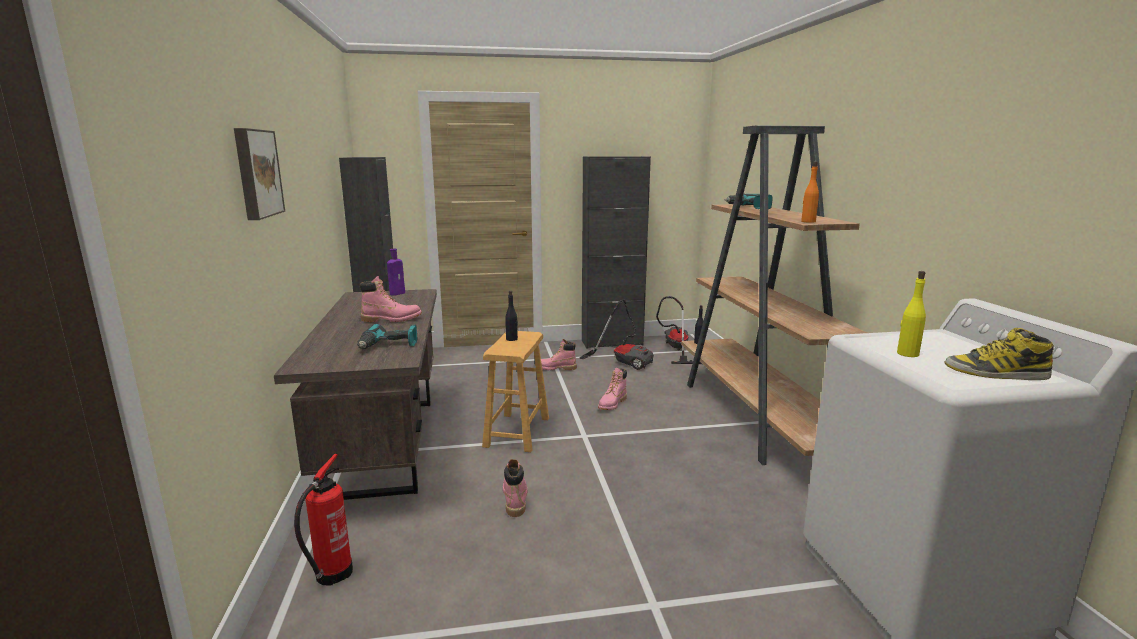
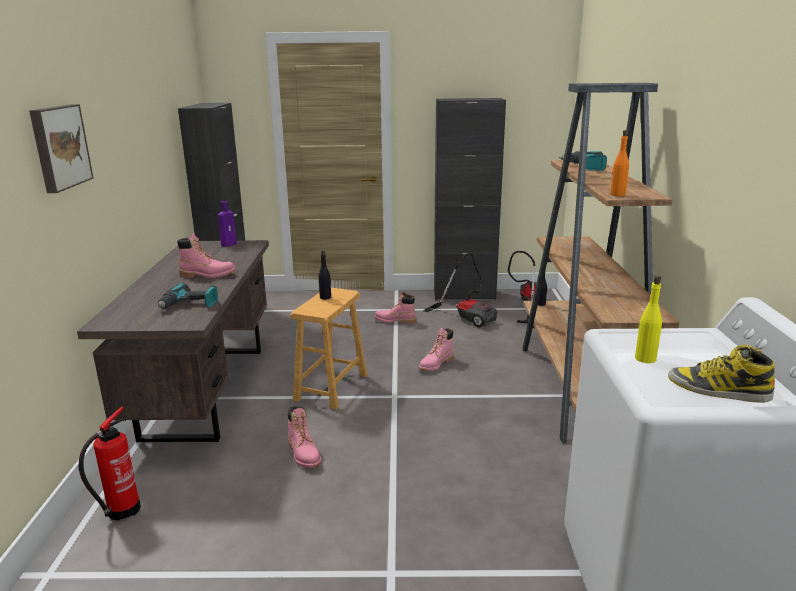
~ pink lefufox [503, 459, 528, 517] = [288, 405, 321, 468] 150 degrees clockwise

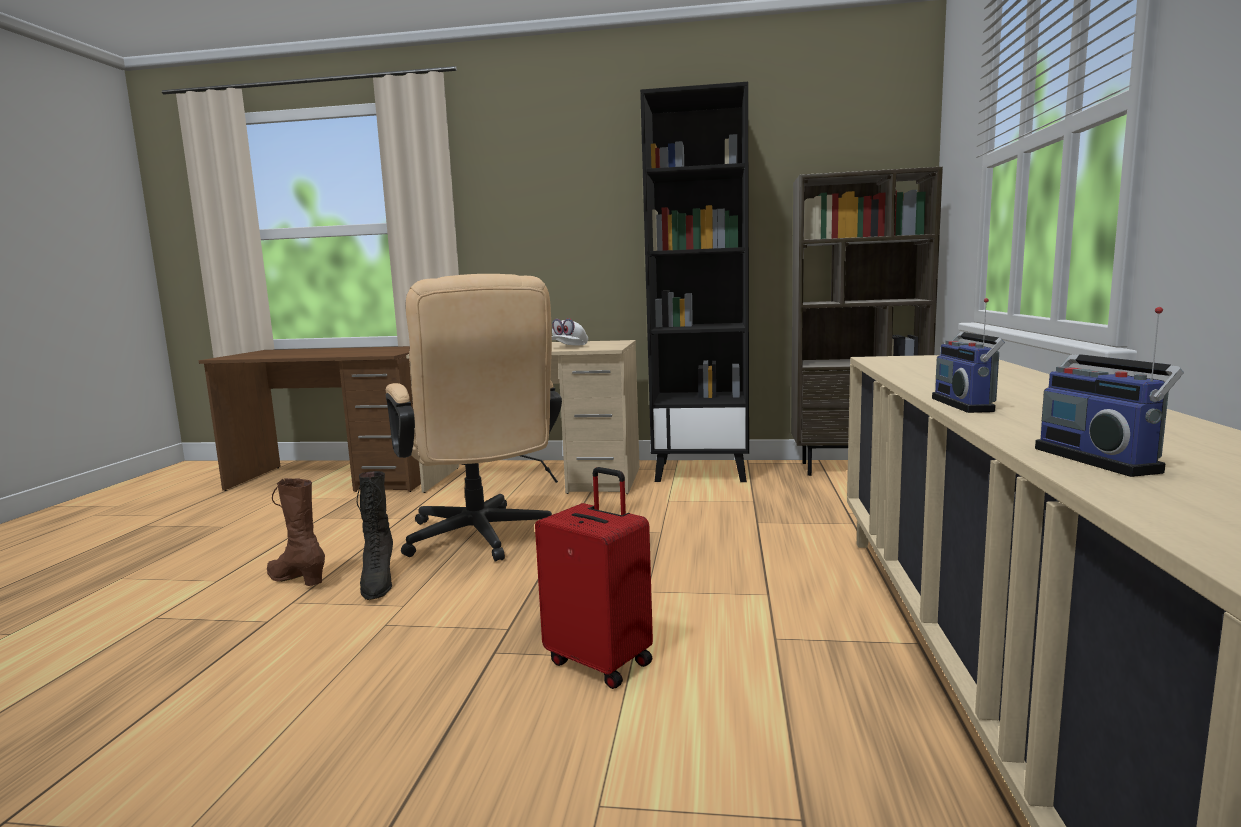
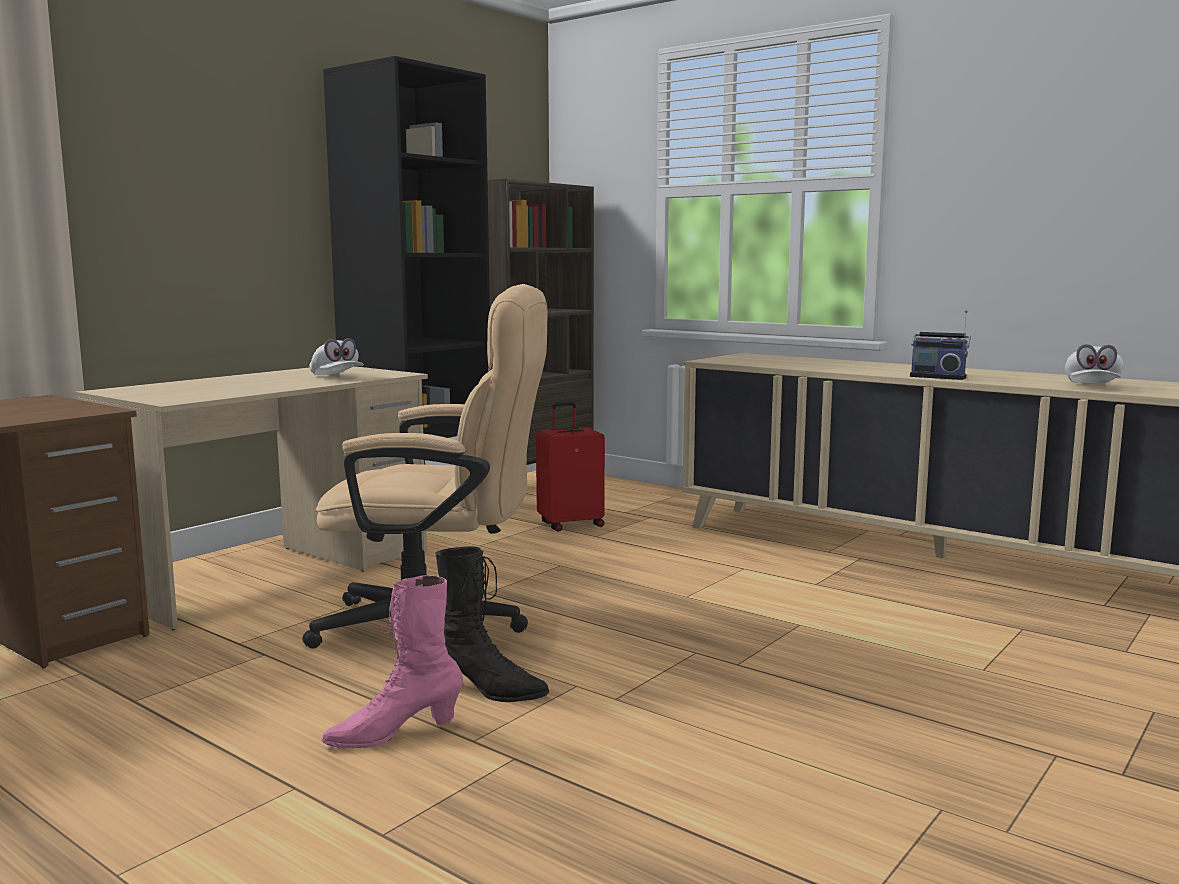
~ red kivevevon [535, 467, 653, 689] to [536, 402, 605, 531]
~ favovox [1035, 307, 1184, 477] to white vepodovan [1065, 344, 1123, 384]
~ brown lefufox [267, 478, 325, 586] to pink lefufox [321, 575, 463, 749]

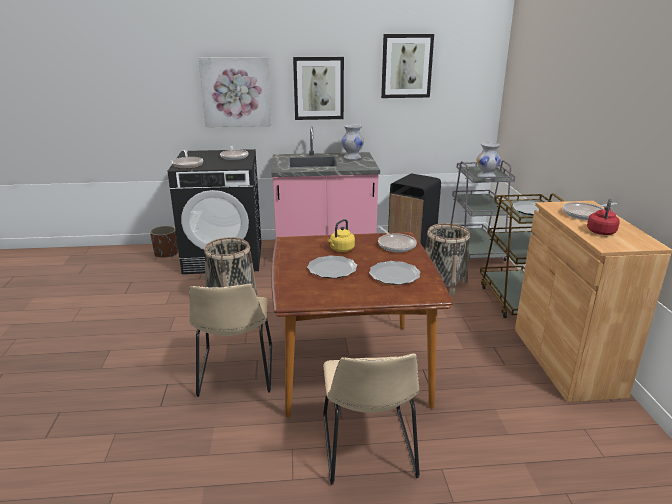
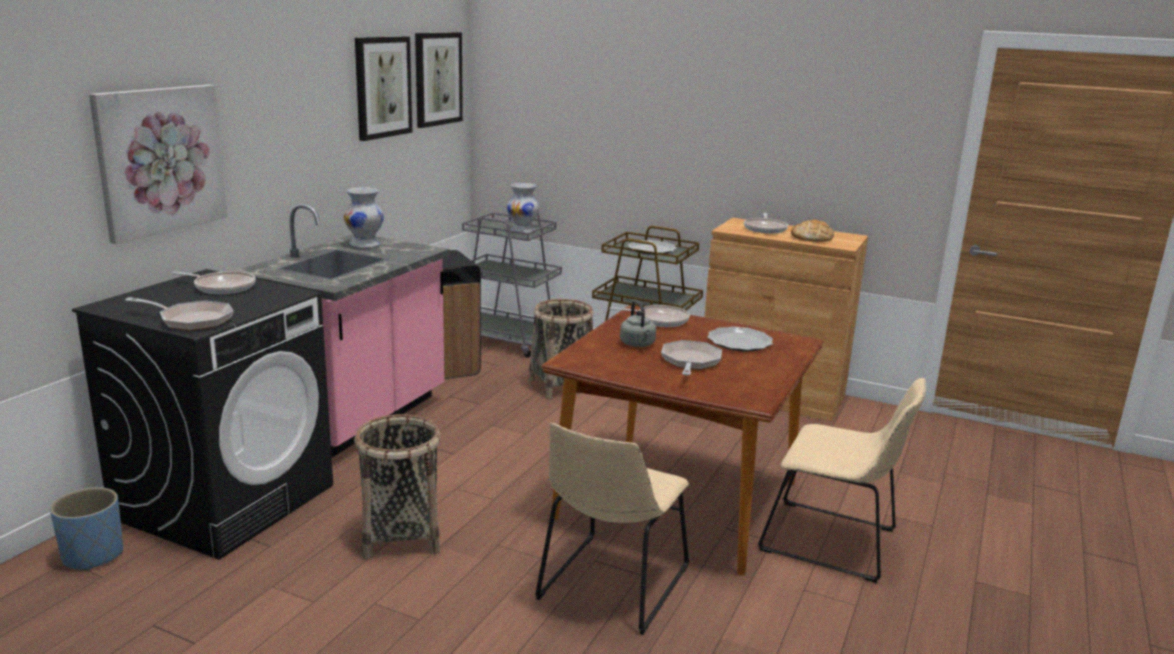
~ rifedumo [293, 57, 344, 120] to [415, 32, 463, 128]
~ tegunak [307, 255, 358, 278] to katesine [661, 340, 722, 375]
~ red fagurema [587, 198, 620, 235] to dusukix [791, 220, 834, 242]
~ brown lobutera [150, 226, 178, 258] to blue lobutera [50, 487, 123, 571]
~ yellow fagurema [327, 219, 355, 252] to grey fagurema [620, 300, 656, 347]
~ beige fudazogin [189, 283, 272, 397] = [535, 423, 689, 635] 90 degrees clockwise

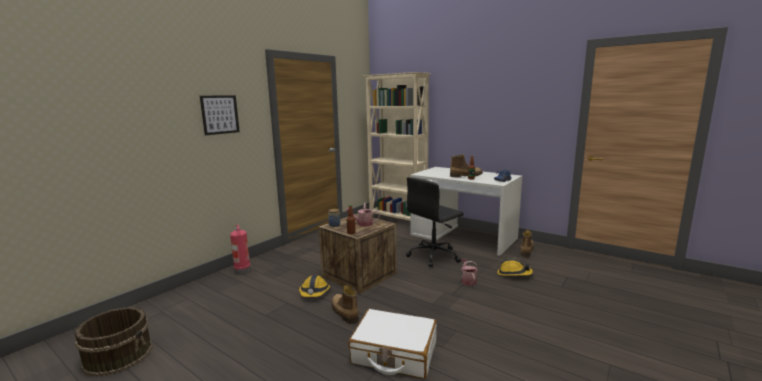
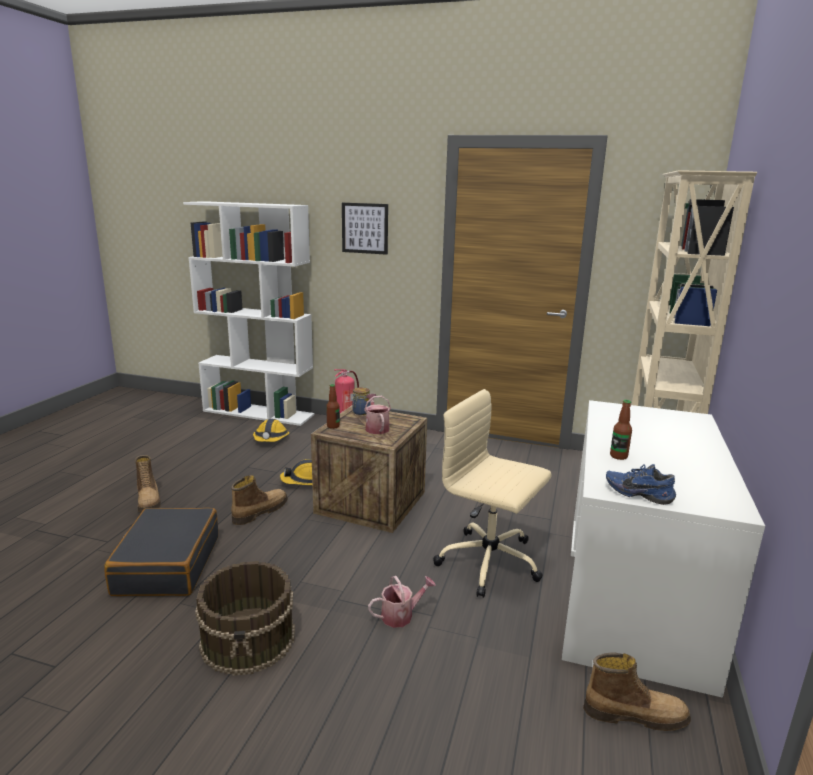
+ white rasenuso [183, 201, 315, 426]
~ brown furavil [75, 307, 152, 377] to [195, 561, 295, 676]
~ lefufox [450, 154, 483, 177] to [135, 455, 161, 512]
~ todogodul [498, 258, 533, 276] to [253, 419, 289, 442]
~ white kivevevon [349, 309, 437, 379] to black kivevevon [104, 508, 218, 596]
~ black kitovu [406, 177, 464, 267] to beige kitovu [433, 389, 551, 598]

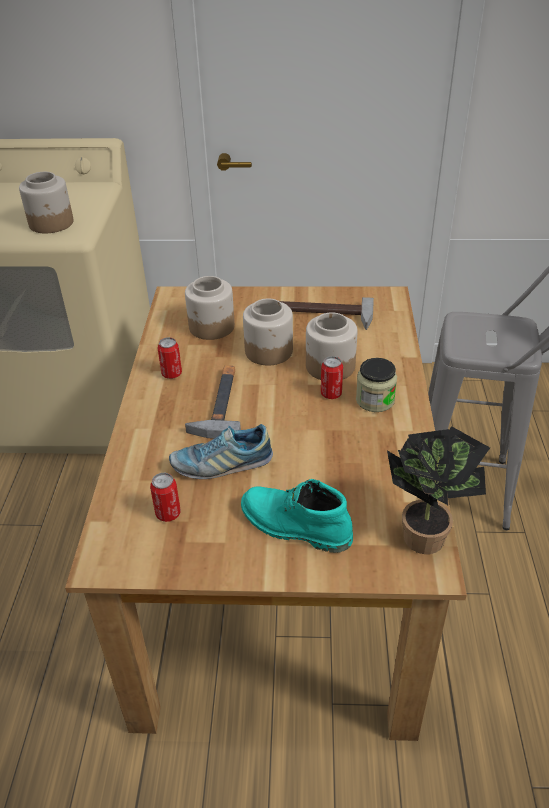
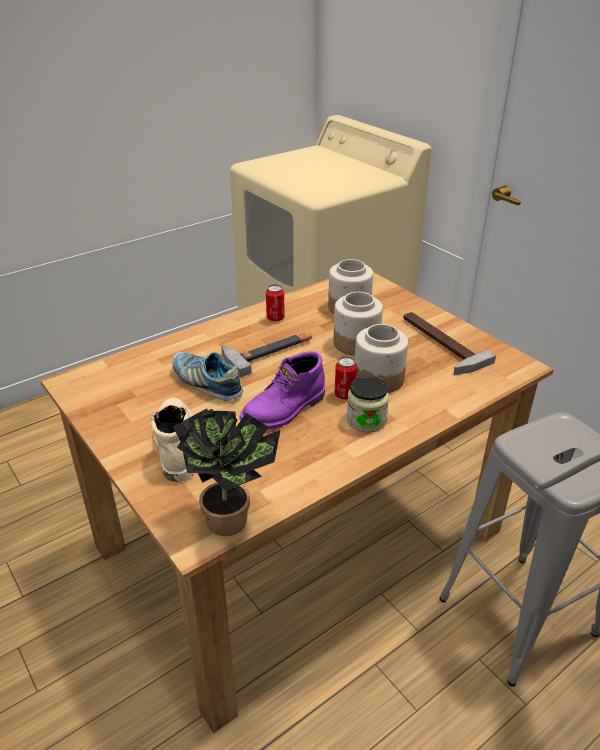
- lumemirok [19, 172, 73, 233]
- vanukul [150, 473, 181, 522]
+ purple lefufox [240, 351, 325, 430]
~ turquoise lefufox [241, 479, 353, 553] to beige lefufox [151, 398, 194, 482]

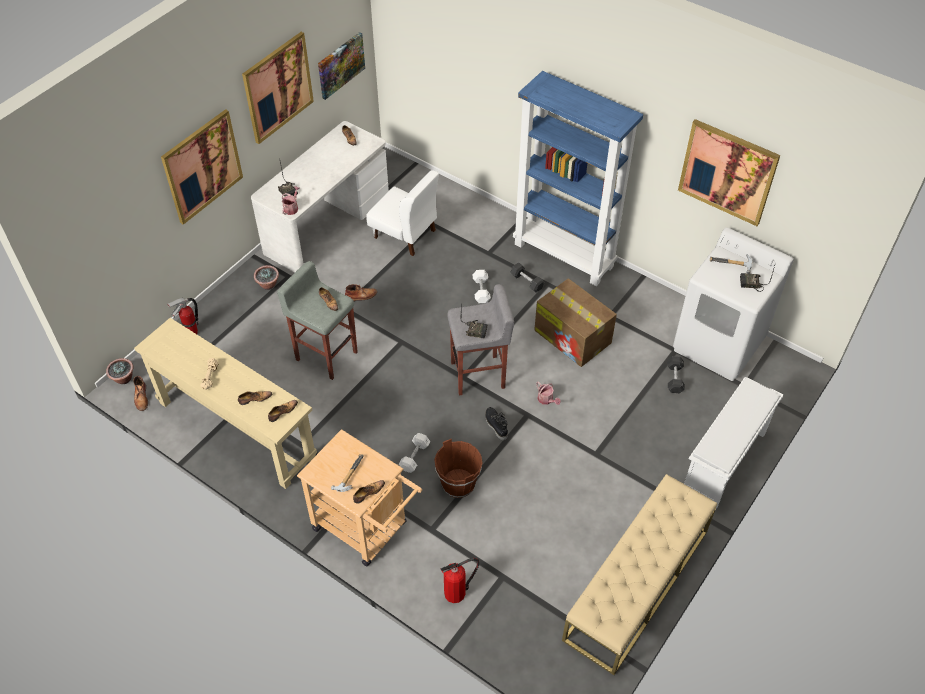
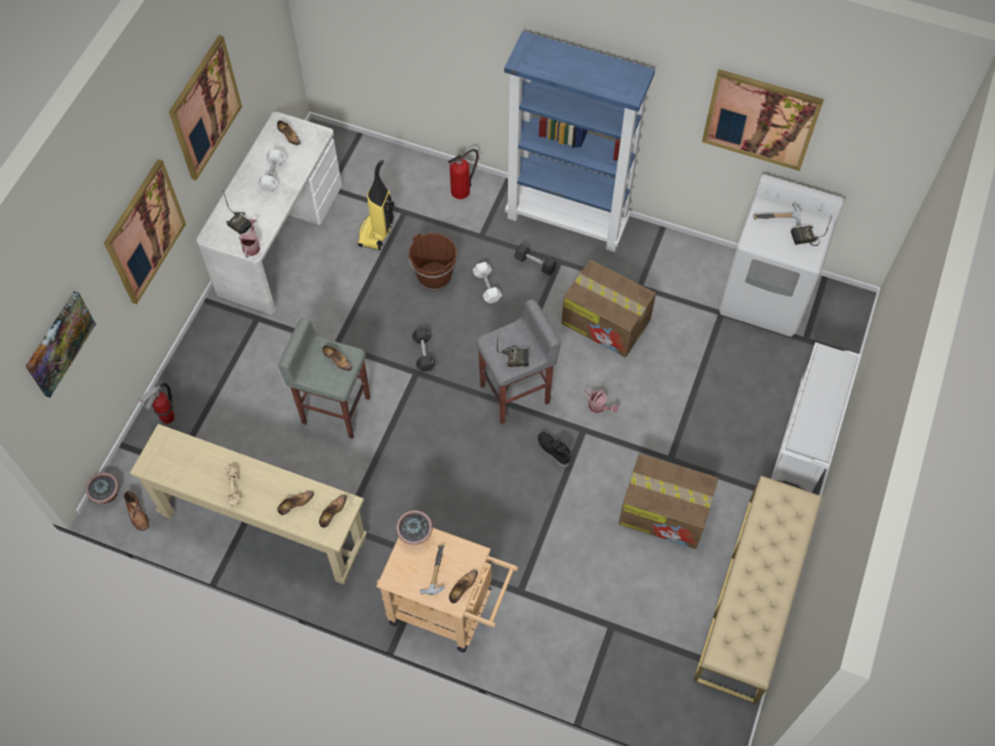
- brown lefufox [345, 284, 377, 301]
+ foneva [618, 453, 719, 549]
~ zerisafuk [254, 265, 279, 290] to [396, 510, 433, 545]
~ rifedumo [318, 32, 365, 100] to [25, 291, 96, 398]
~ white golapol [399, 433, 430, 473] to [258, 149, 286, 192]
~ brown furavil [435, 439, 482, 498] to [408, 232, 457, 291]
~ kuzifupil [441, 558, 479, 603] to [448, 149, 479, 199]
~ black golapol [667, 356, 685, 393] to [412, 328, 436, 372]
~ white fudazogin [366, 170, 439, 256] to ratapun [357, 160, 394, 250]

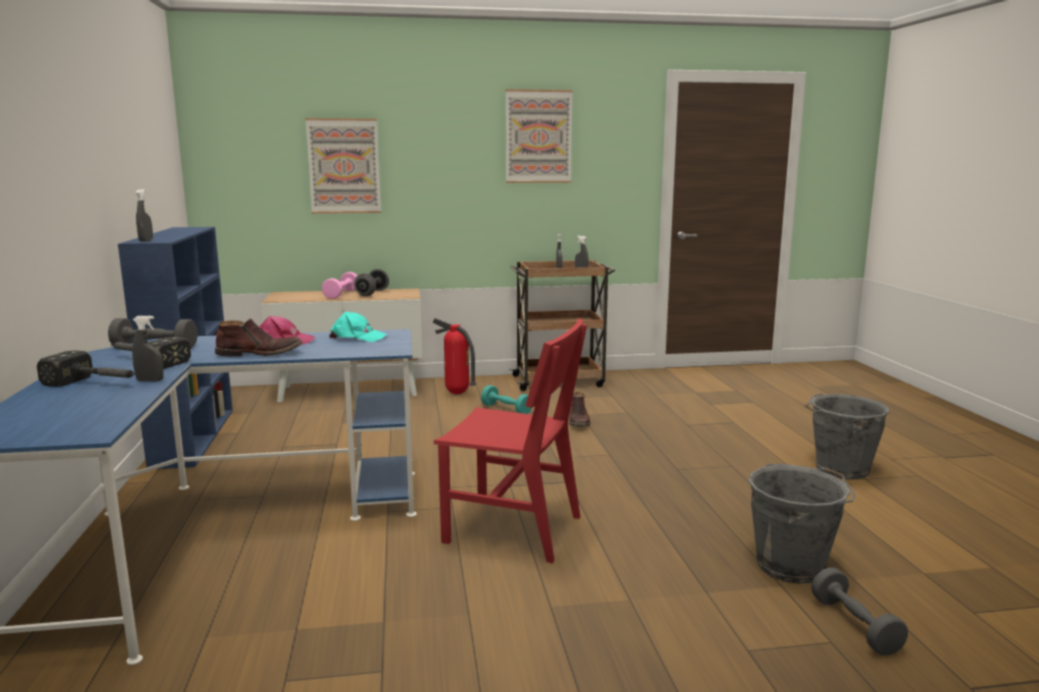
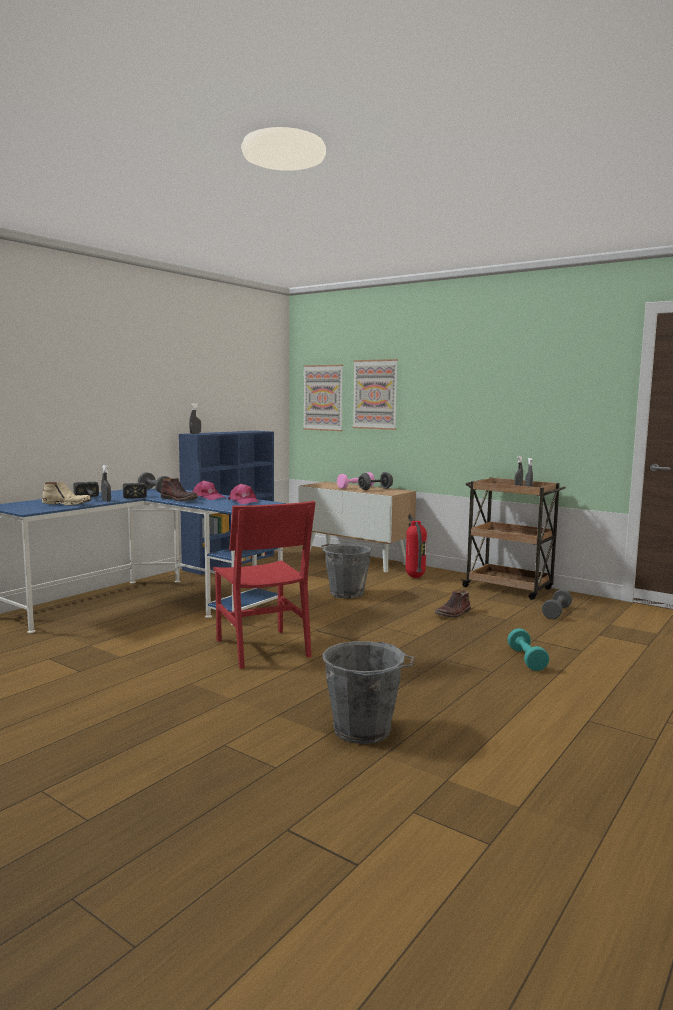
+ beige lefufox [42, 482, 92, 506]
~ turquoise golapol [481, 385, 532, 414] to [507, 628, 549, 671]
~ rifedumo [506, 89, 573, 183] to [303, 365, 343, 431]
~ grey furavil [805, 394, 889, 480] to [321, 543, 372, 599]
~ grey golapol [811, 567, 908, 656] to [542, 589, 572, 619]
~ turquoise vepodovan [329, 312, 387, 342] to pink vepodovan [228, 484, 260, 504]

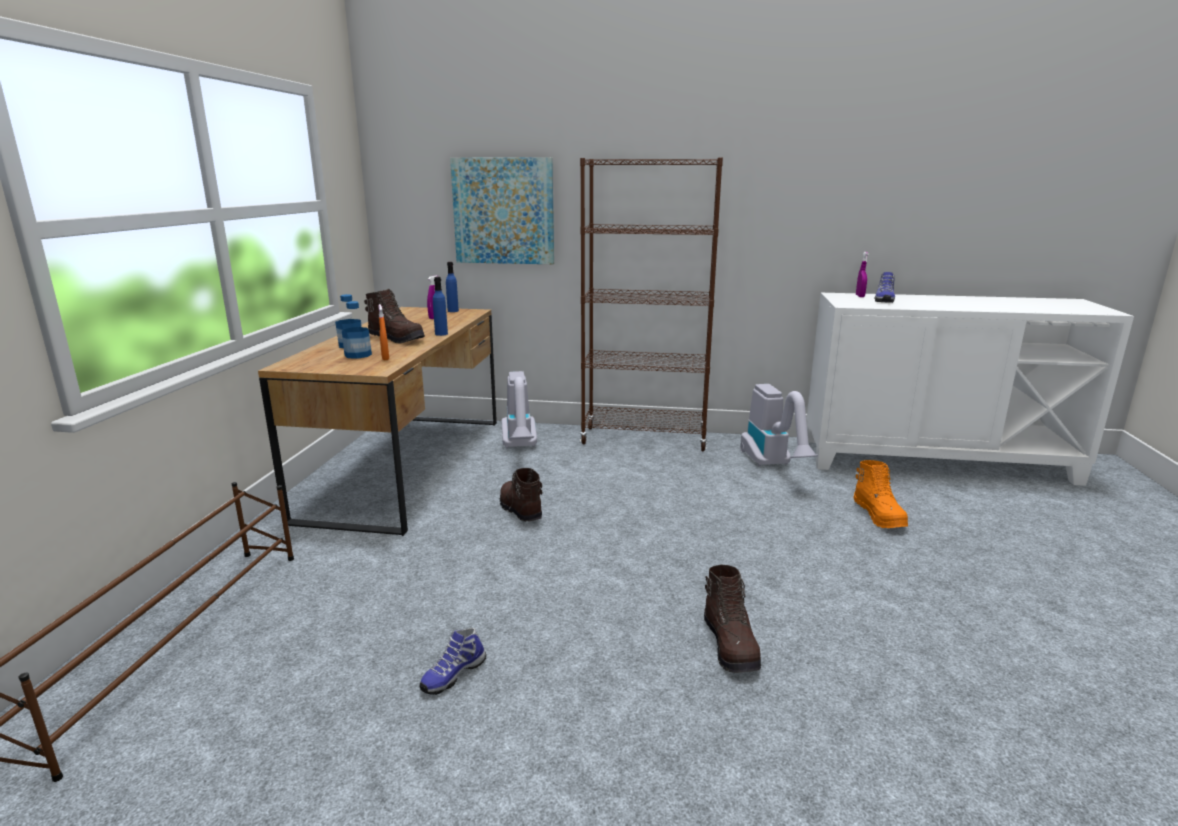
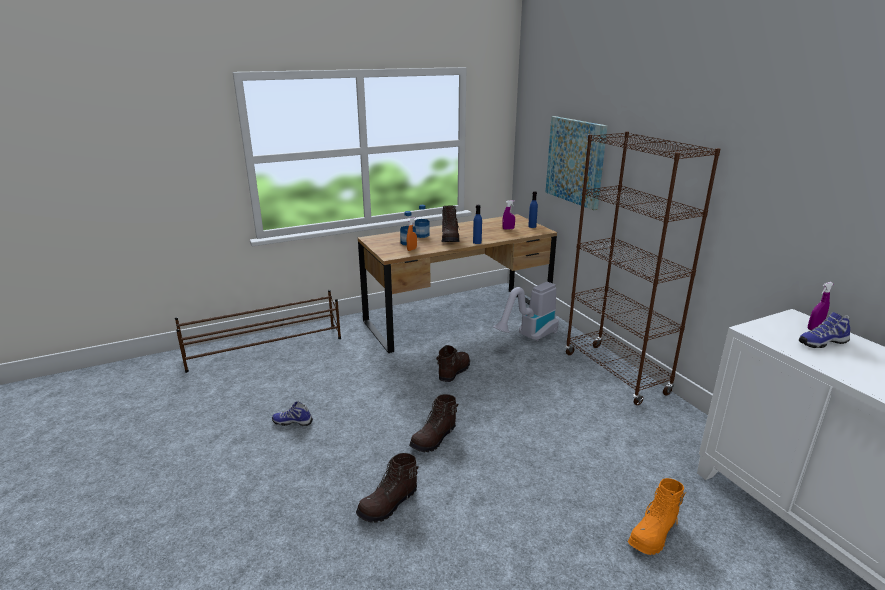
- ratapun [740, 384, 818, 466]
+ brown lefufox [409, 394, 458, 452]

